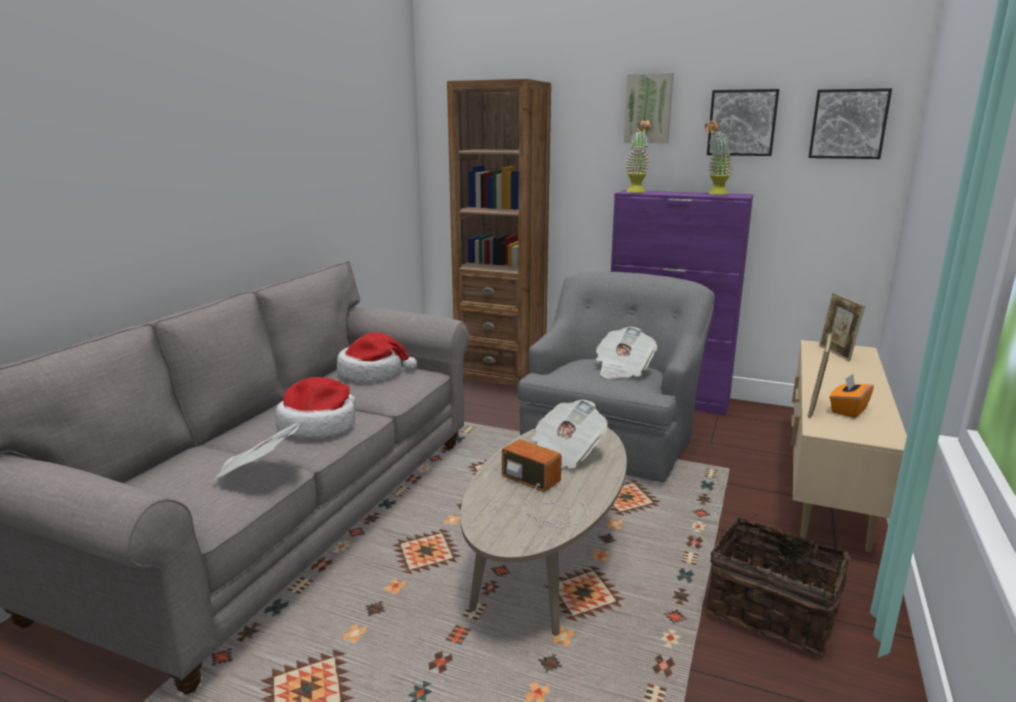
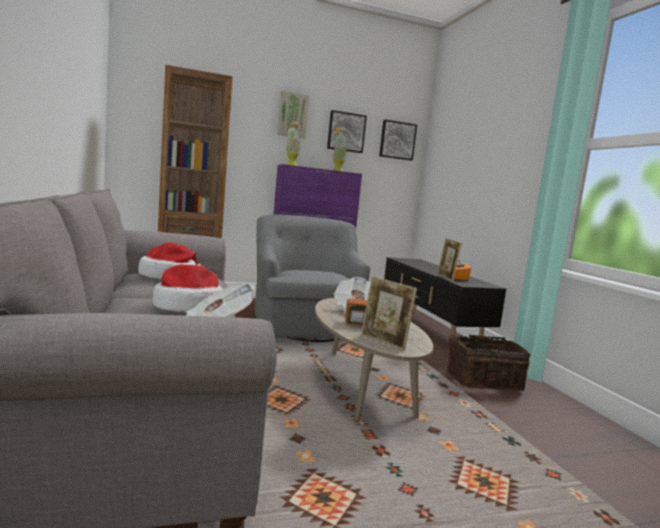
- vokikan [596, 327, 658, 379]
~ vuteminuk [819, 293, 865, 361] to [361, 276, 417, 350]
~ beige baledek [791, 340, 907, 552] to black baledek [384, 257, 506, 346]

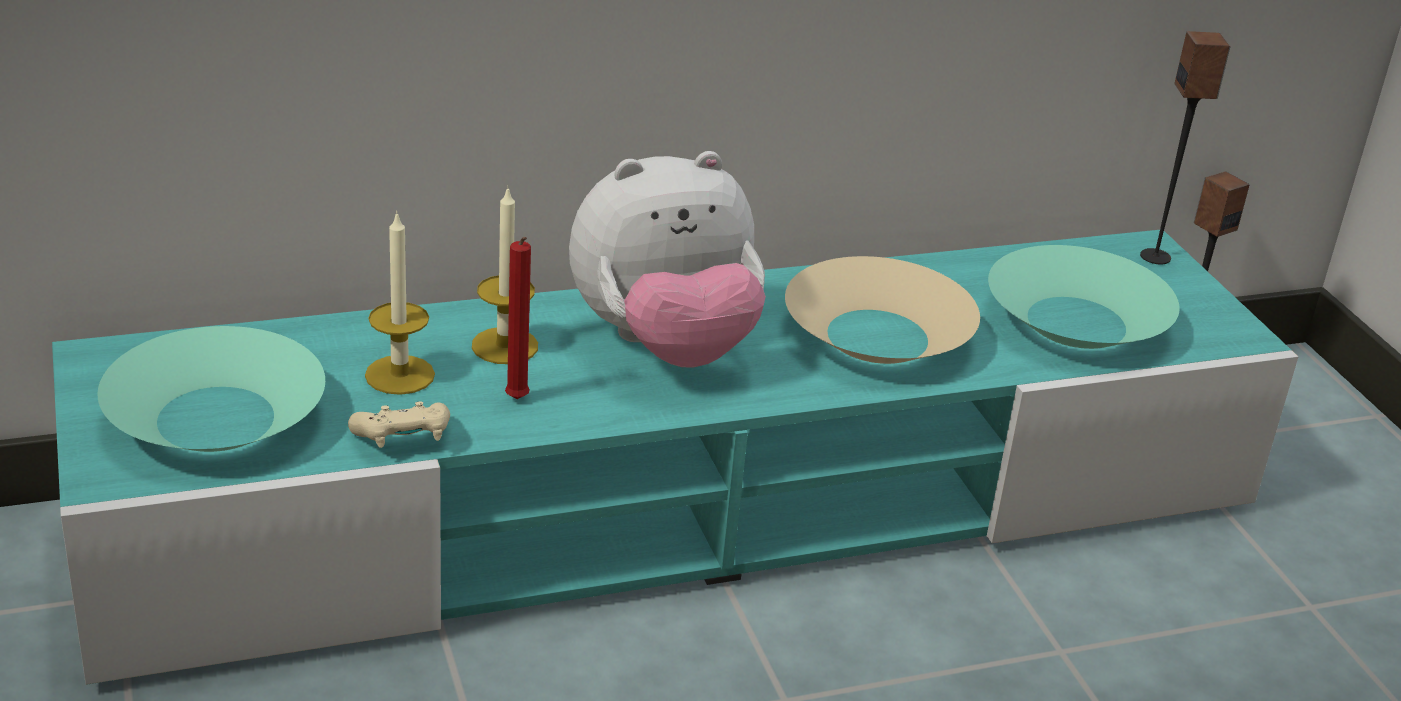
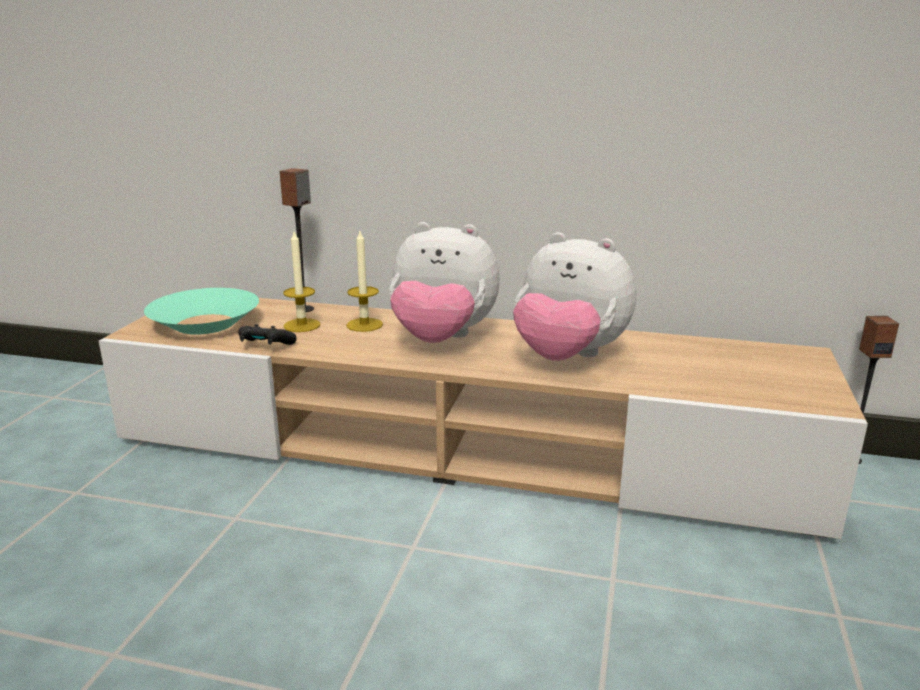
- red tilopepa [505, 237, 531, 399]
- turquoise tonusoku [988, 245, 1179, 349]
~ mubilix [1140, 31, 1231, 264] to [280, 168, 314, 312]
~ beige tonusoku [785, 256, 980, 364] to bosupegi [513, 232, 636, 361]
~ turquoise baledek [52, 230, 1298, 685] to beige baledek [99, 298, 868, 539]
~ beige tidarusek [348, 401, 450, 448] to black tidarusek [238, 324, 297, 345]

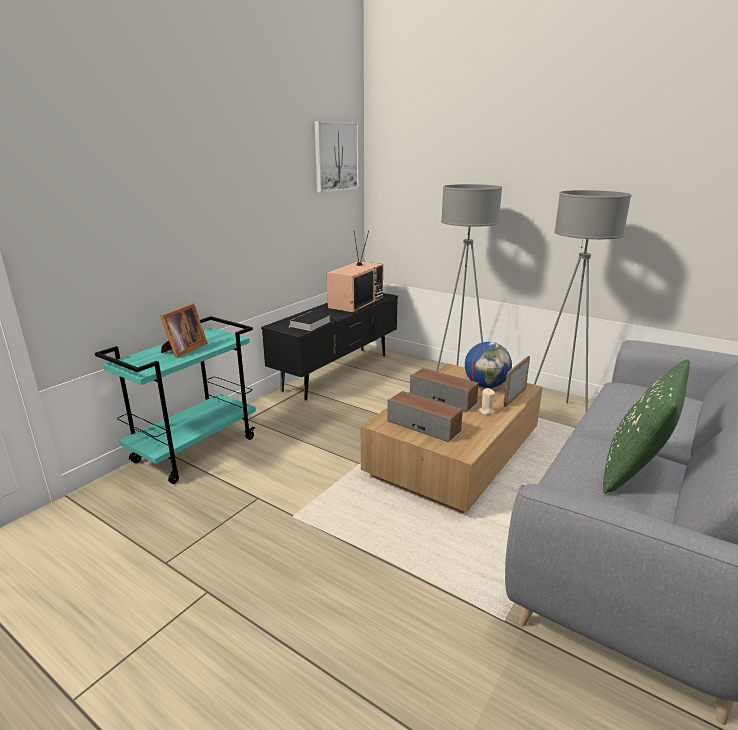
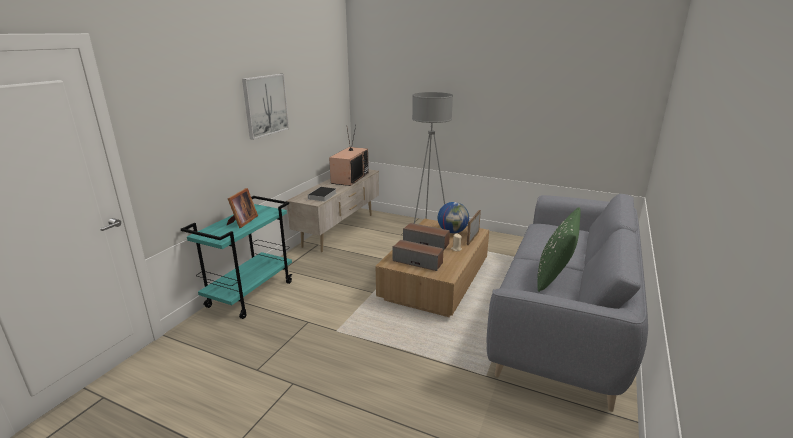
- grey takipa [534, 190, 631, 413]
~ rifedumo [315, 121, 359, 193] to [242, 74, 289, 140]
~ black baledek [261, 293, 398, 400] to beige baledek [286, 169, 379, 252]

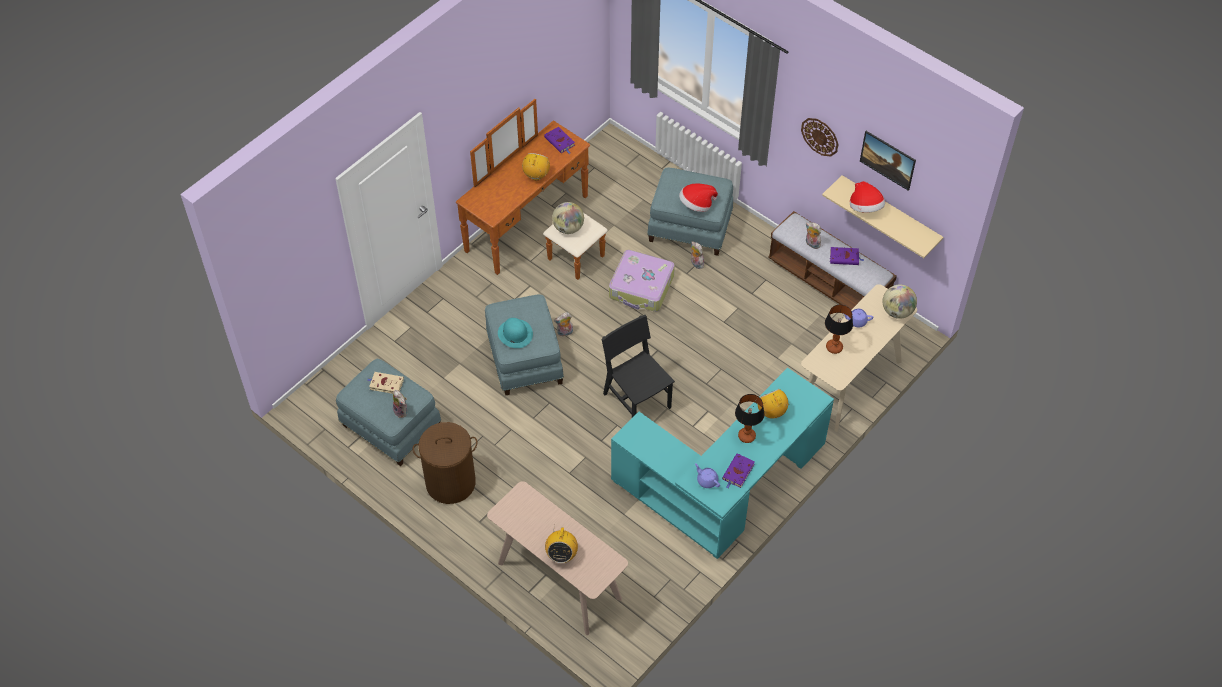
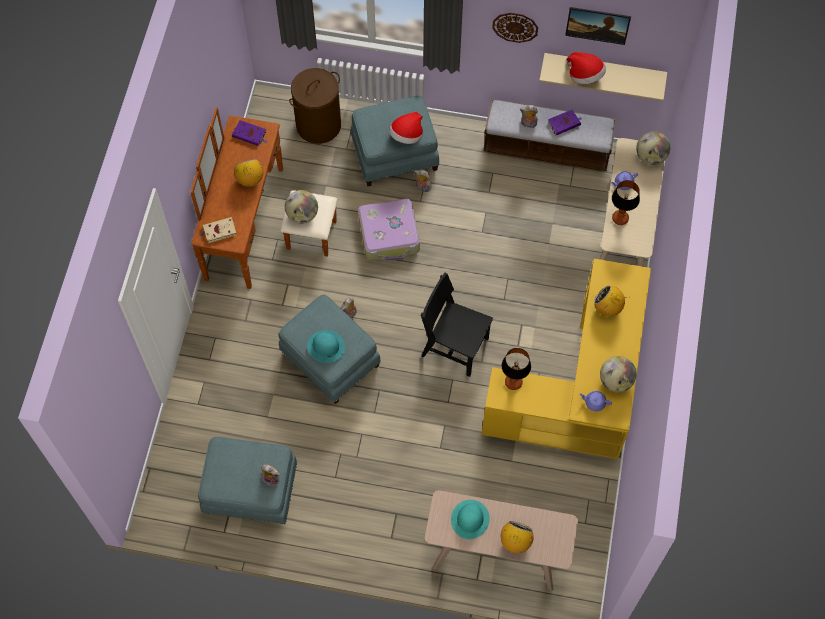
+ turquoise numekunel [451, 500, 490, 539]
~ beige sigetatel [367, 372, 404, 394] to [199, 217, 237, 243]
~ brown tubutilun [413, 422, 477, 504] to [289, 68, 341, 144]
~ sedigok [735, 394, 764, 443] to [502, 348, 531, 390]
~ purple sigetatel [722, 454, 755, 488] to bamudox [600, 356, 637, 392]
~ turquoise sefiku [611, 368, 834, 559] to yellow sefiku [482, 258, 651, 459]
~ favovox [545, 524, 578, 563] = [500, 521, 534, 553] 135 degrees counterclockwise

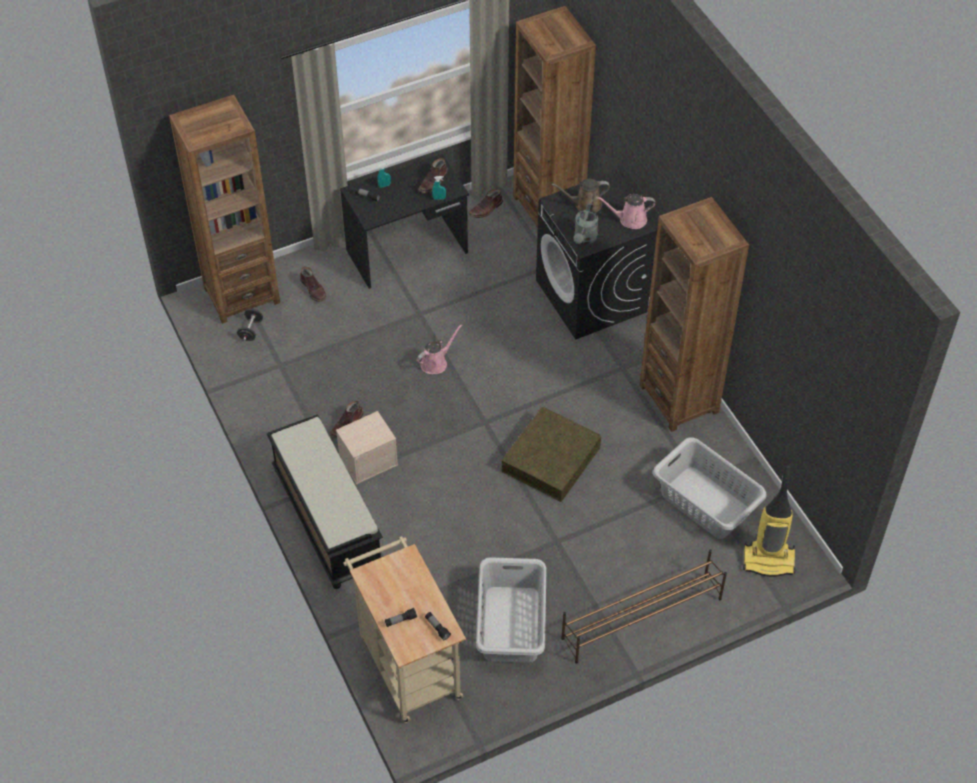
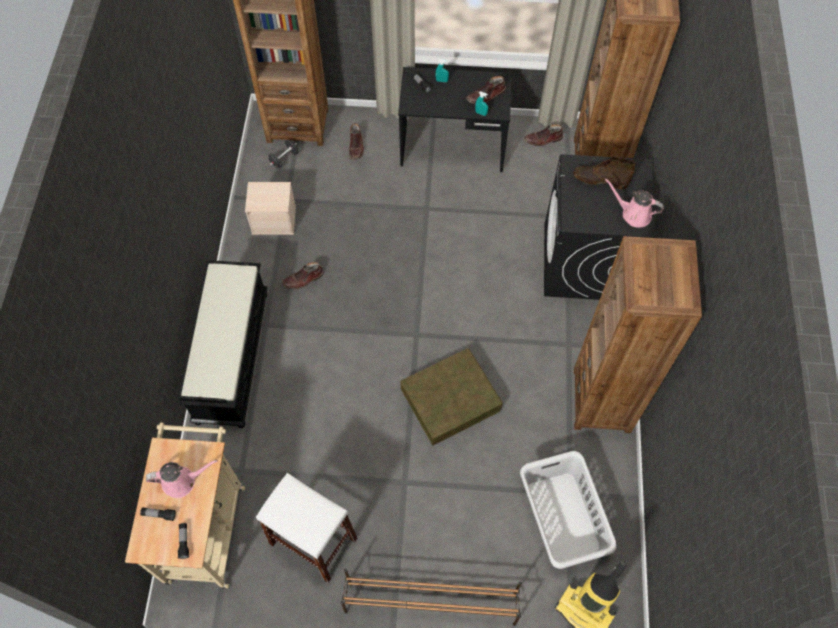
- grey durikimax [574, 203, 598, 245]
~ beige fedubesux [336, 411, 398, 484] to [245, 182, 296, 235]
~ pink durikimax [417, 324, 462, 374] to [146, 460, 218, 498]
~ grey tubutilun [476, 557, 546, 663] to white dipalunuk [256, 473, 358, 583]
~ brown durikimax [552, 179, 610, 213] to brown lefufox [573, 156, 636, 189]

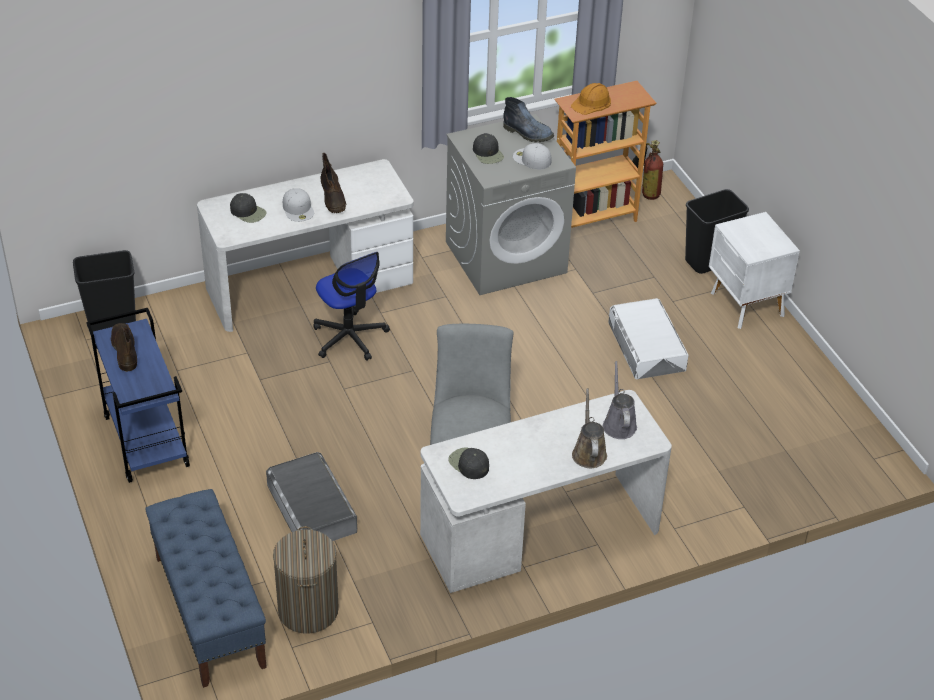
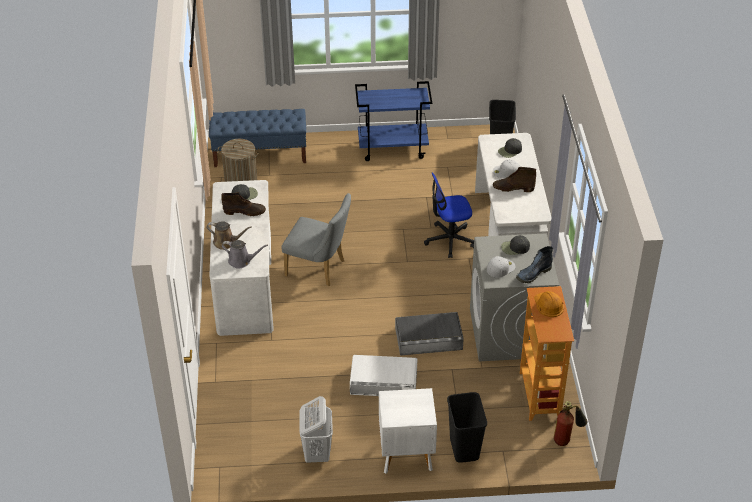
+ white tubutilun [299, 396, 333, 463]
~ brown lefufox [111, 323, 137, 372] to [221, 192, 266, 216]
~ grey fedubesux [266, 452, 357, 541] to [395, 312, 464, 355]

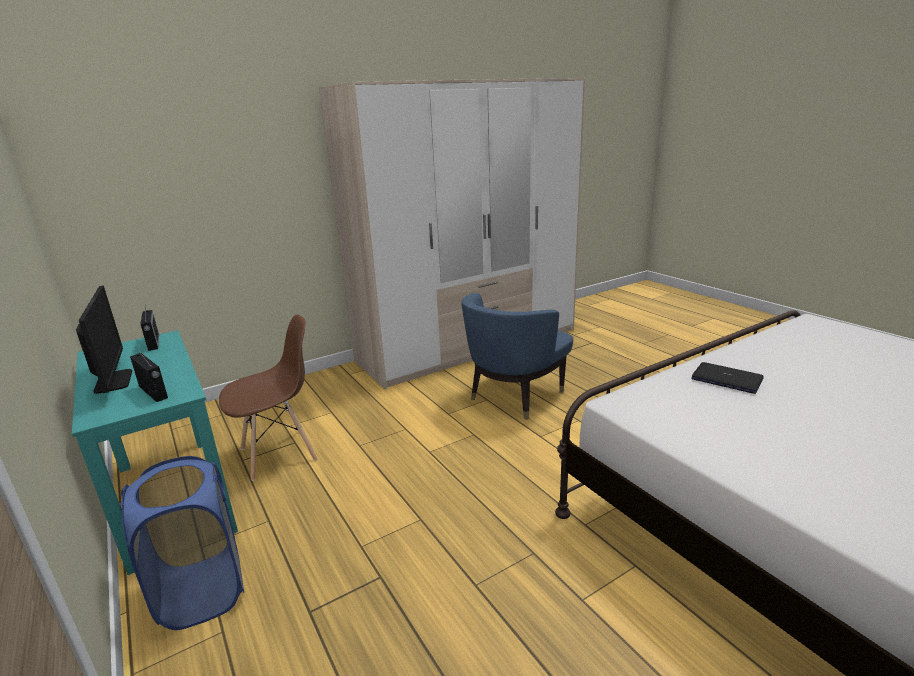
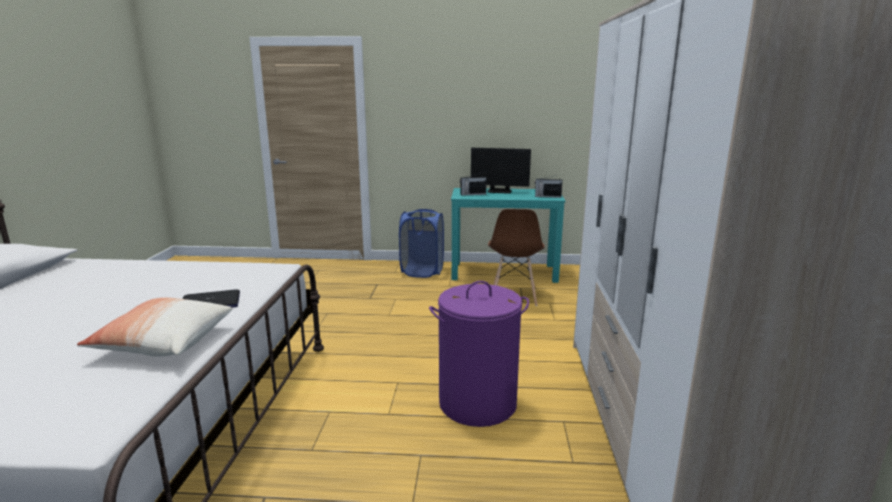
+ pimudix [77, 298, 232, 357]
~ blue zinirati [461, 293, 573, 420] to purple tubutilun [429, 281, 529, 427]

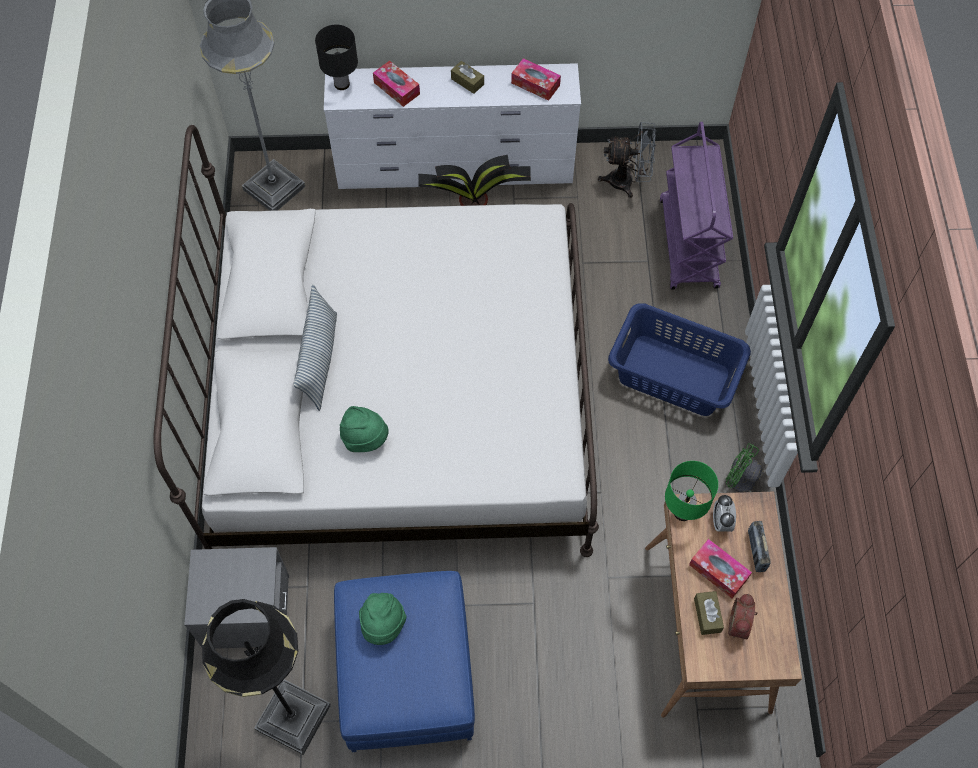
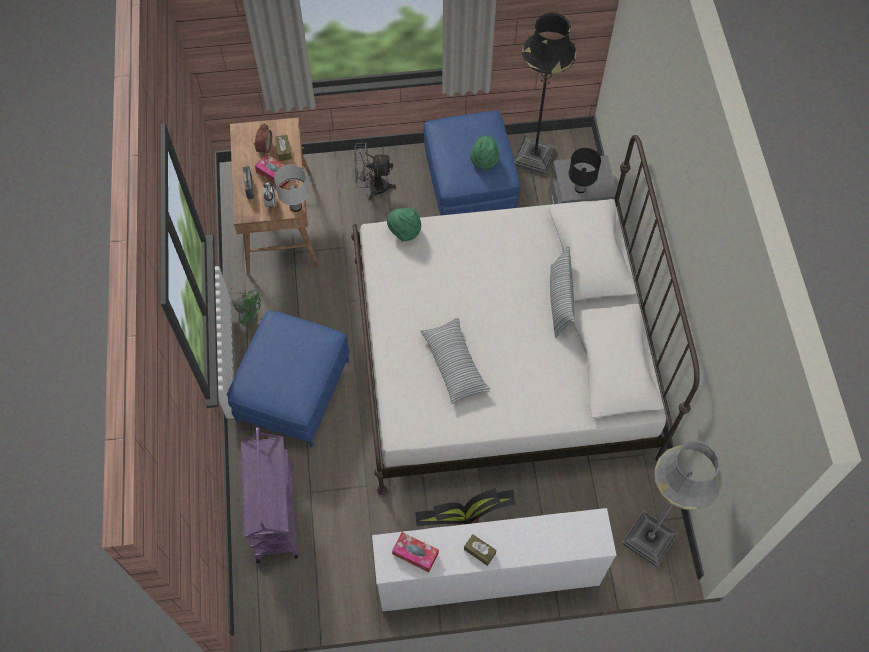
- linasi [373, 61, 420, 107]
+ pimudix [420, 318, 491, 404]
~ black sedigok [315, 25, 358, 90] to [569, 148, 601, 193]
~ green numekunel [340, 406, 389, 452] to [387, 208, 421, 241]
~ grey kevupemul [598, 122, 656, 198] to [354, 143, 396, 200]
~ blue tubutilun [608, 303, 751, 416] to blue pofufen [227, 310, 349, 447]
~ green sedigok [665, 461, 718, 521] to white sedigok [274, 165, 309, 212]

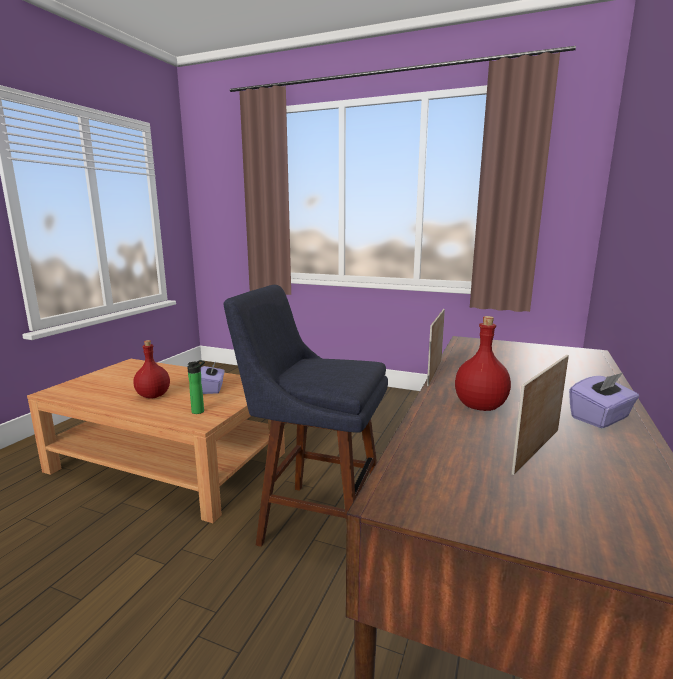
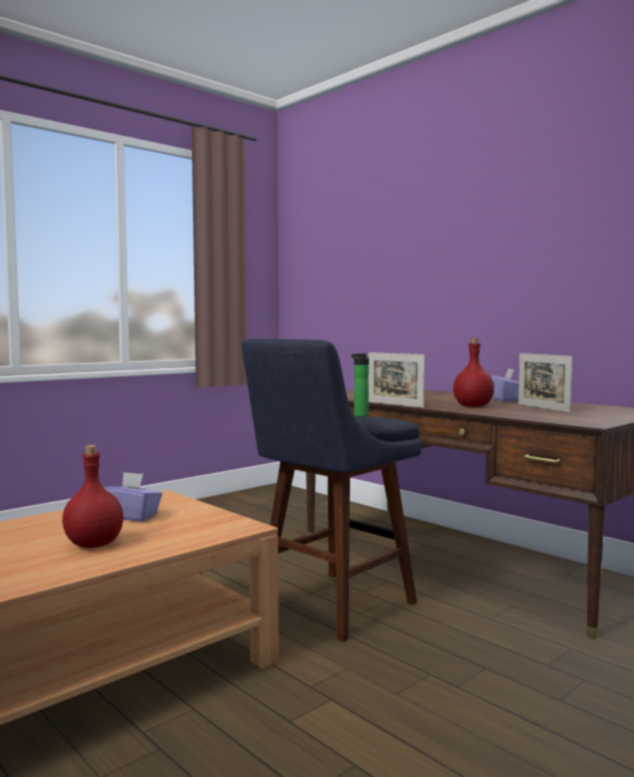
~ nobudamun [187, 360, 205, 414] to [351, 353, 369, 417]

